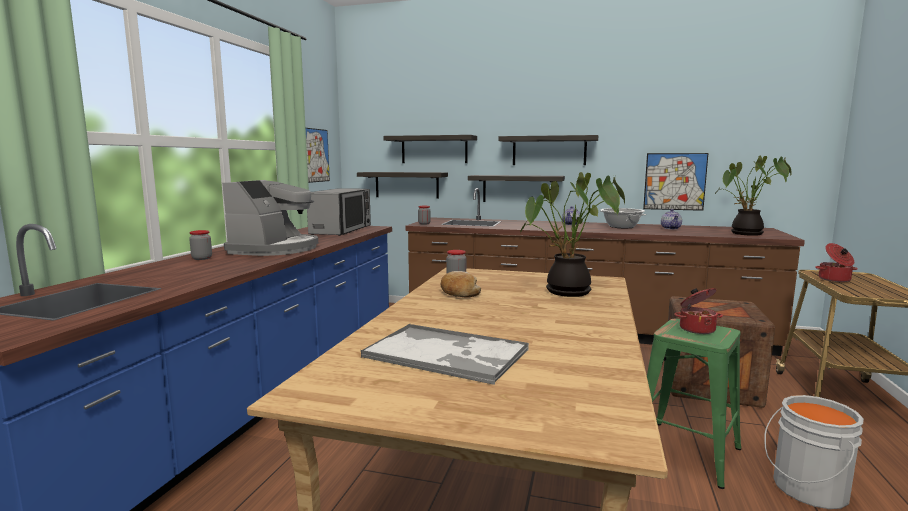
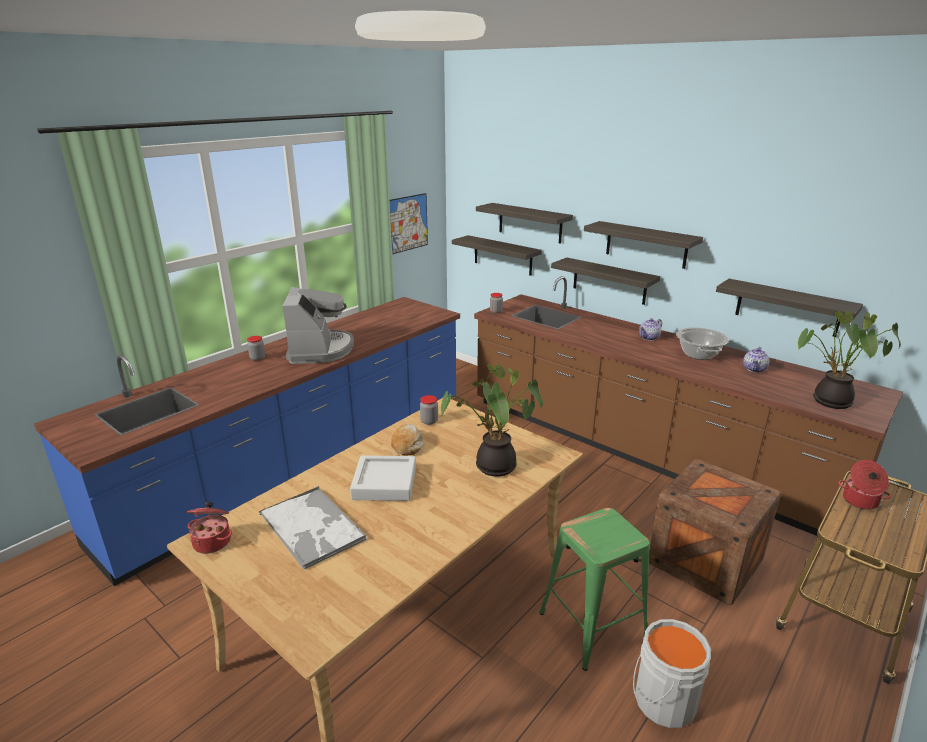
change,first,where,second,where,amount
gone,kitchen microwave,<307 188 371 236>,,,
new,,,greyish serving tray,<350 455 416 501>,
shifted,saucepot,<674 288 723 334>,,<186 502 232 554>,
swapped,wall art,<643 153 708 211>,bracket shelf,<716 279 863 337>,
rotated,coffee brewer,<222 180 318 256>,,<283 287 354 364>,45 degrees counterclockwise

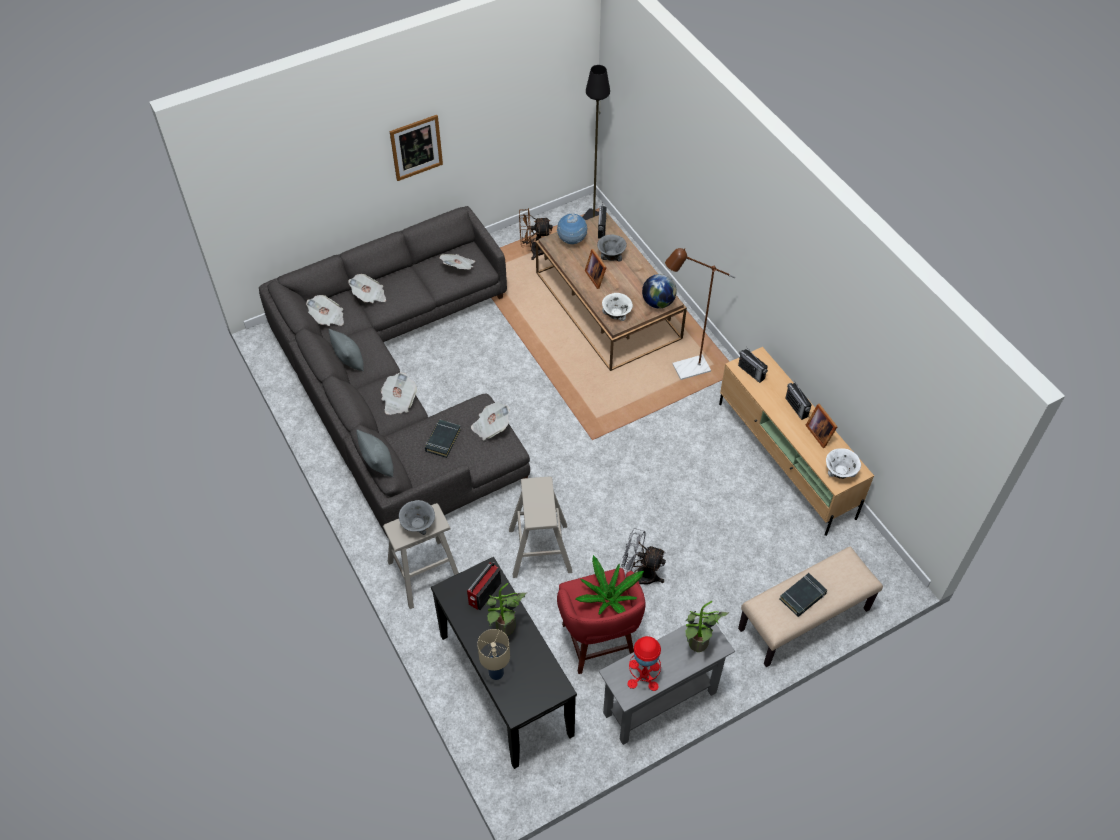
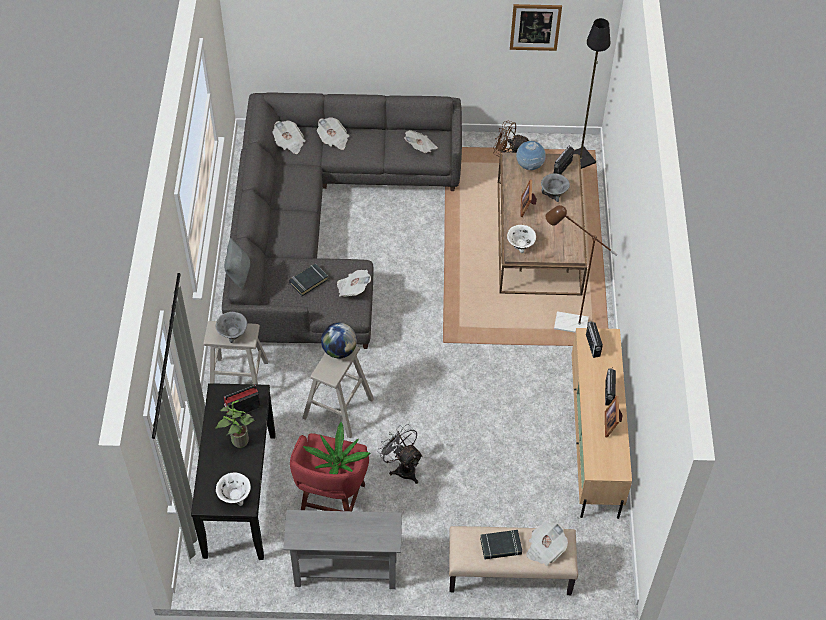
change,first,where,second,where,amount
gone,greyish cushion,<329 329 364 371>,,,
gone,beige table lamp,<477 629 510 680>,,,
gone,red-coloured table lamp,<628 636 661 691>,,,
gone,houseplant,<686 601 729 652>,,,
shifted,daily paper,<381 373 417 415>,,<526 522 568 566>,
shifted,wall art,<390 115 443 181>,,<510 4 562 51>,
shifted,world globe,<642 274 677 308>,,<321 323 357 358>,
shifted,white-coloured serving bowl,<826 448 861 479>,,<216 472 251 506>,

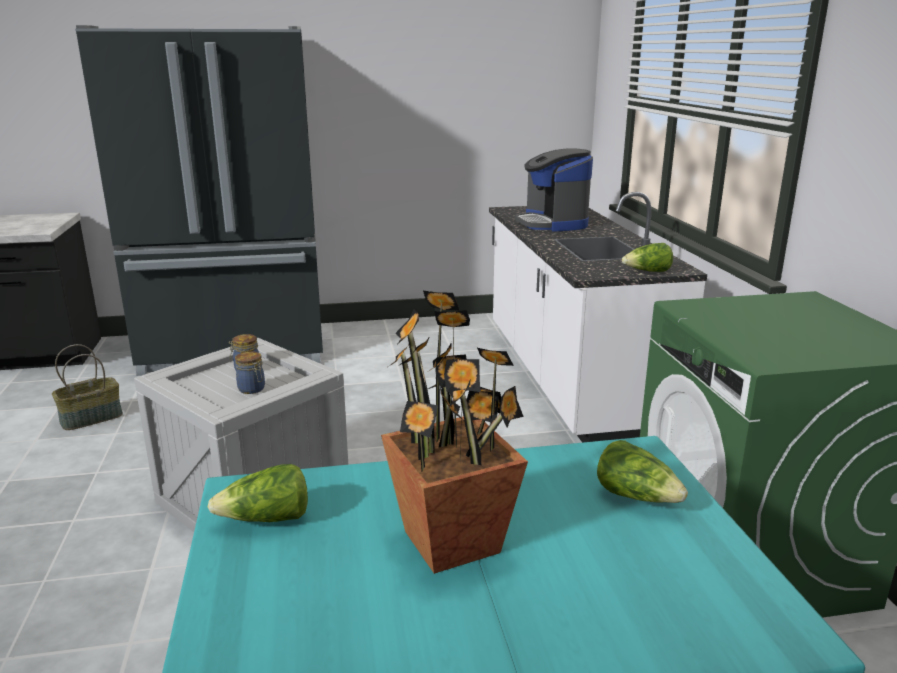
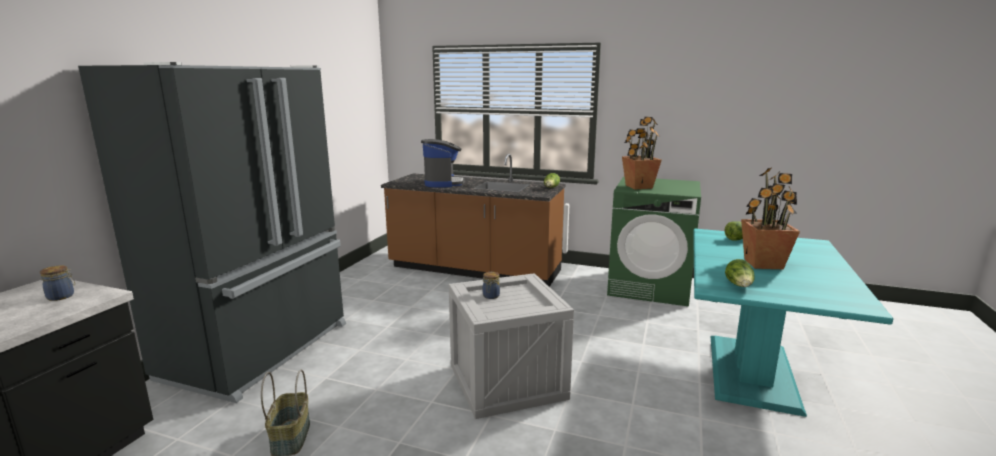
change,first,where,second,where,amount
new,,,houseplant,<622 117 662 189>,
shifted,storage jar,<235 351 265 394>,,<40 265 75 301>,
repainted,white-coloured kitchen base unit,<489 192 707 443>,brown-coloured kitchen base unit,<381 154 565 287>,
rotated,coffee brewer,<515 148 593 232>,,<421 139 465 187>,105 degrees counterclockwise

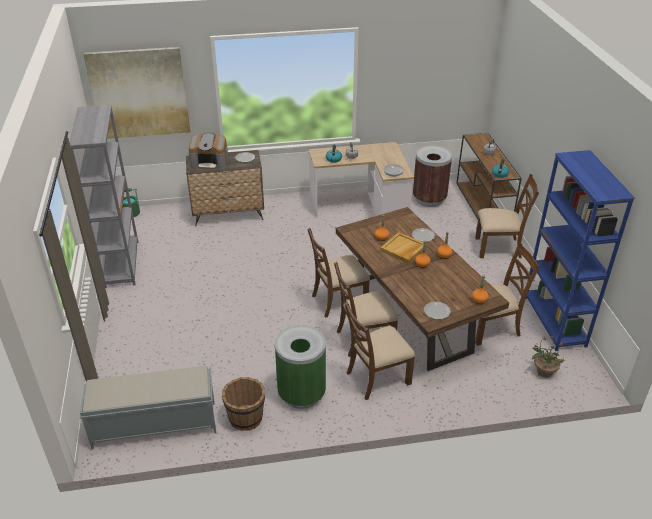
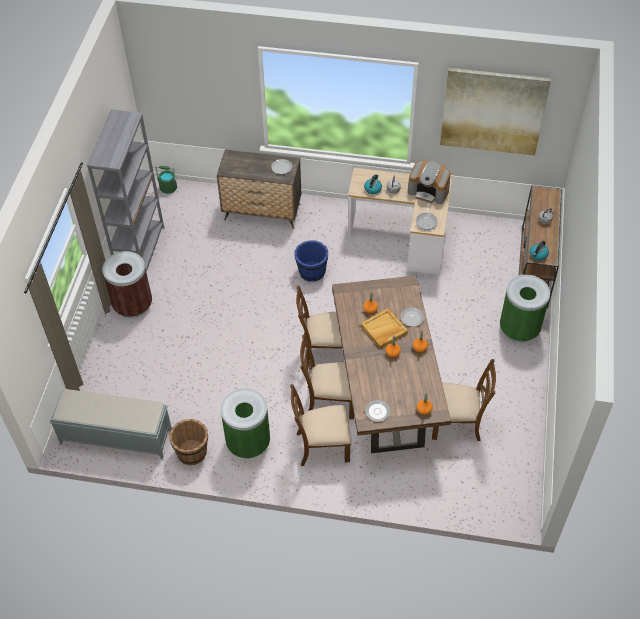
change,first,where,second,where,amount
gone,blue-coloured bookcase,<526 150 635 351>,,,
gone,houseplant,<532 336 565 377>,,,
new,,,blue-coloured bucket,<294 241 328 282>,
shifted,wall art,<83 47 190 139>,,<440 68 551 156>,
shifted,coffee brewer,<189 133 229 170>,,<408 160 450 204>,
shifted,brown-coloured waste bin,<413 146 452 207>,,<102 251 152 318>,
swapped,brown-coloured plain chair,<475 174 539 258>,green-coloured waste bin,<500 275 550 342>,

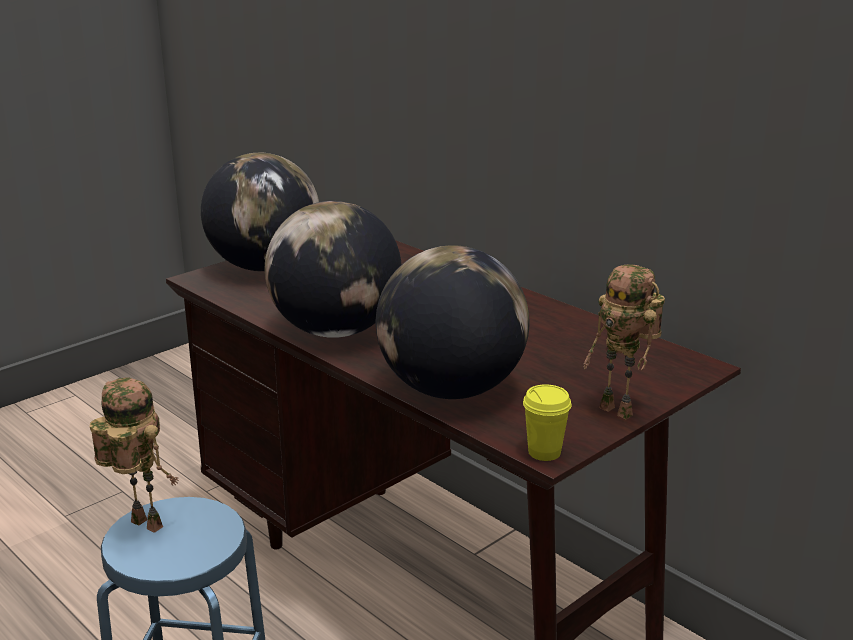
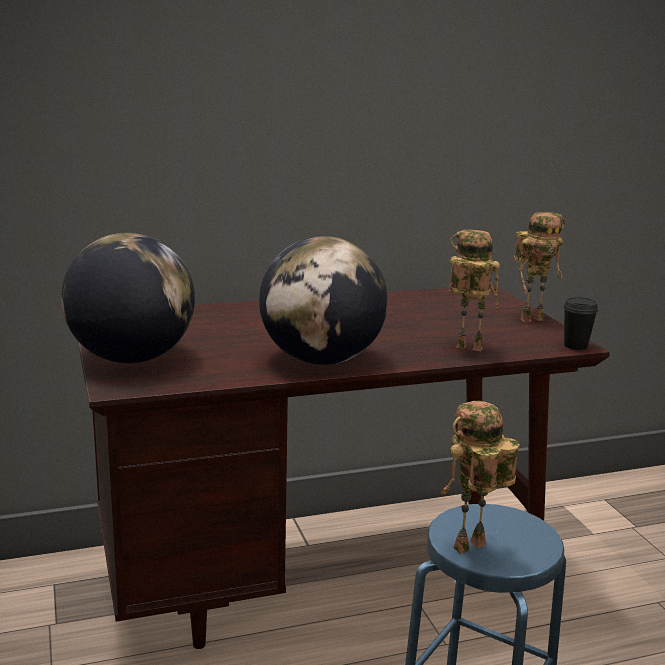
change,first,where,second,where,amount
swapped,world globe,<376 245 530 399>,robot figure,<449 230 500 351>,
repainted,yellowish drinking cup,<523 385 572 461>,blackish drinking cup,<563 297 598 350>,

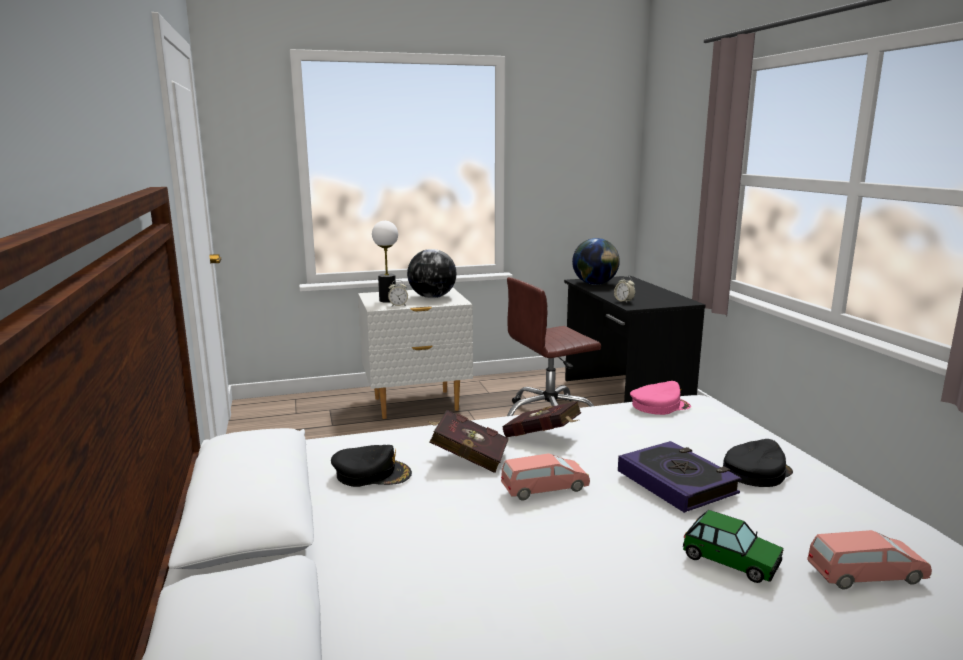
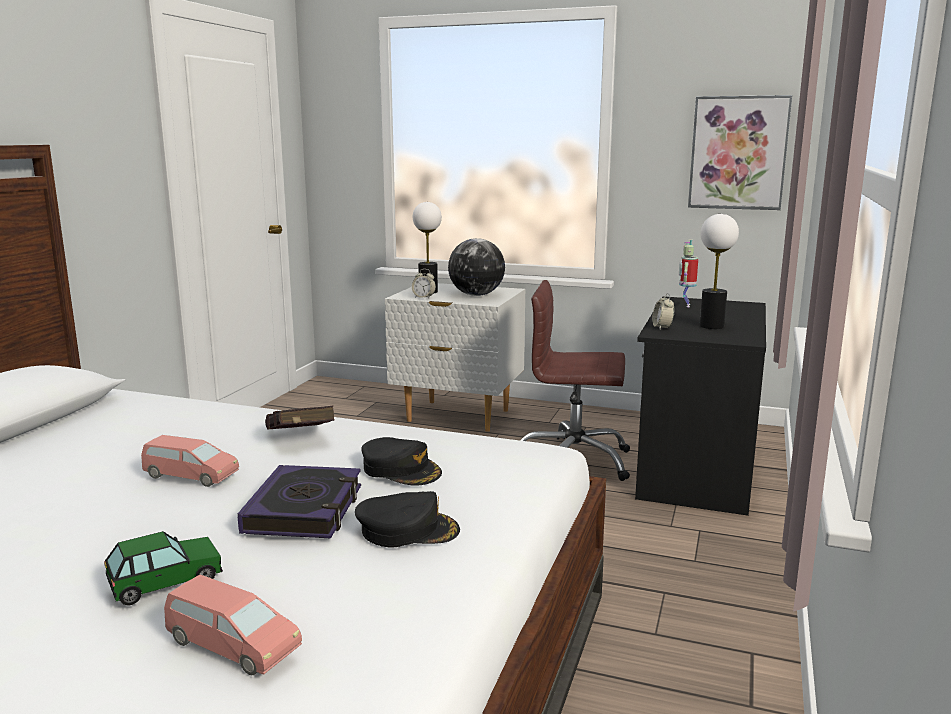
change,first,where,second,where,amount
gone,red-coloured volume,<428 410 509 473>,,,
gone,pink peaked cap,<630 381 691 415>,,,
new,,,wall art,<688 95 792 210>,
new,,,table lamp,<700 214 739 329>,
shifted,blackish peaked cap,<331 445 412 487>,,<361 437 442 486>,
swapped,world globe,<572 238 620 285>,robot figure,<679 239 698 307>,
rotated,toy car,<683 510 783 583>,,<104 531 223 605>,105 degrees counterclockwise

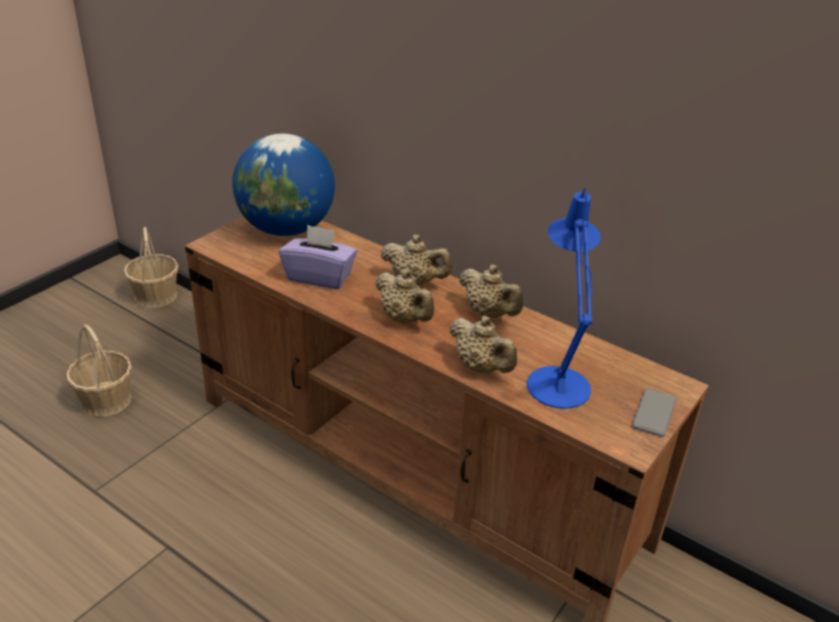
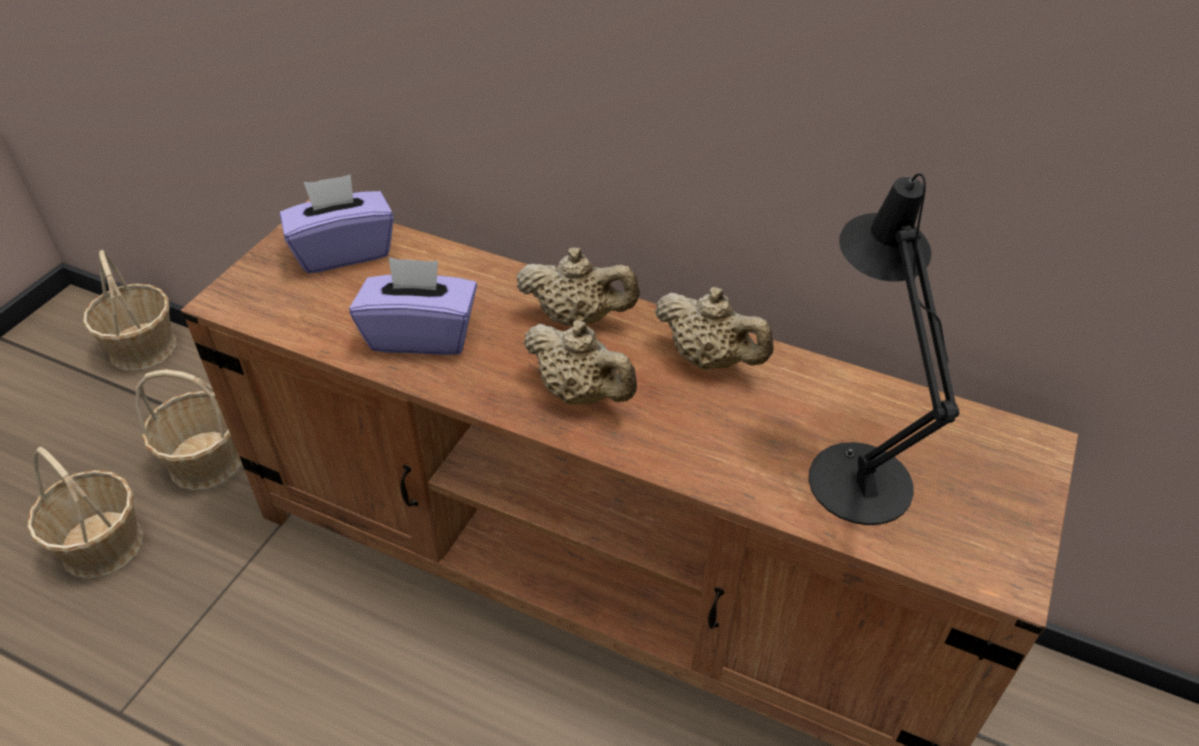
change,first,where,second,where,amount
gone,beige teapot,<449 316 517 373>,,,
gone,handset,<632 388 676 437>,,,
new,,,basket,<136 369 242 491>,
swapped,world globe,<232 134 335 236>,purple box of tissues,<280 175 394 273>,
repainted,blue-coloured table lamp,<527 188 601 409>,blackish table lamp,<809 173 959 525>,

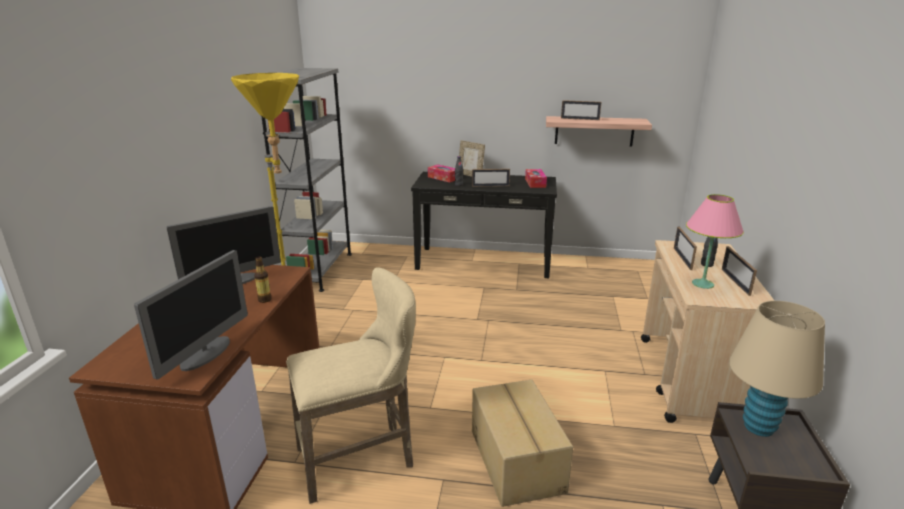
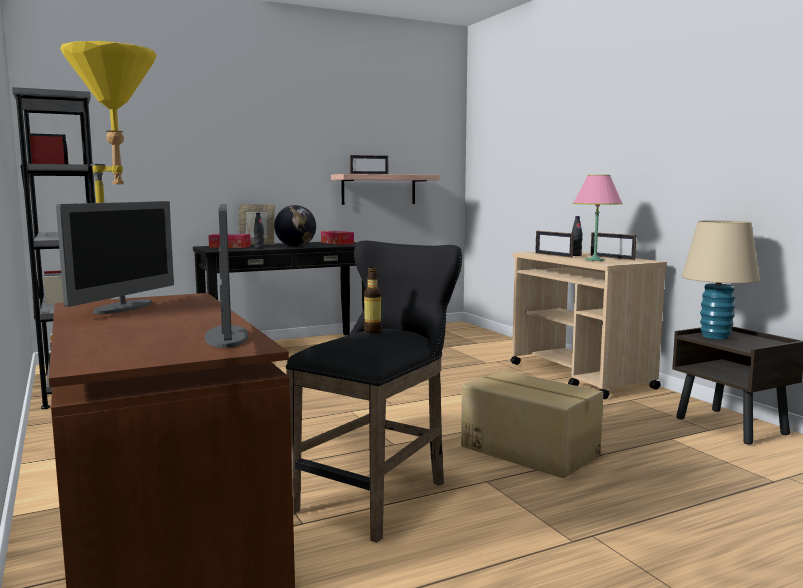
change,first,where,second,where,amount
shifted,bottle,<254 256 272 303>,,<364 267 382 333>,
swapped,photo frame,<472 169 510 187>,world globe,<274 205 316 247>,
repainted,beige stool,<286 267 416 504>,blackish stool,<286 241 462 543>,

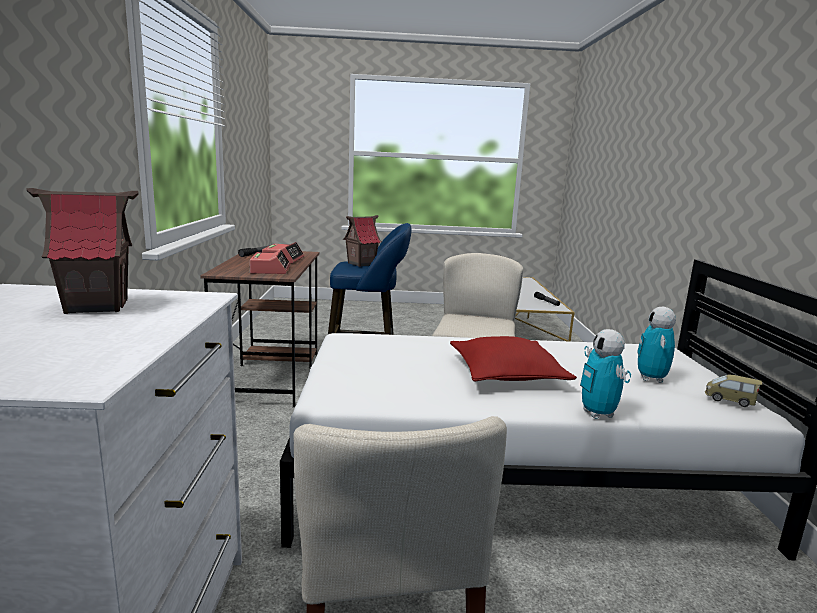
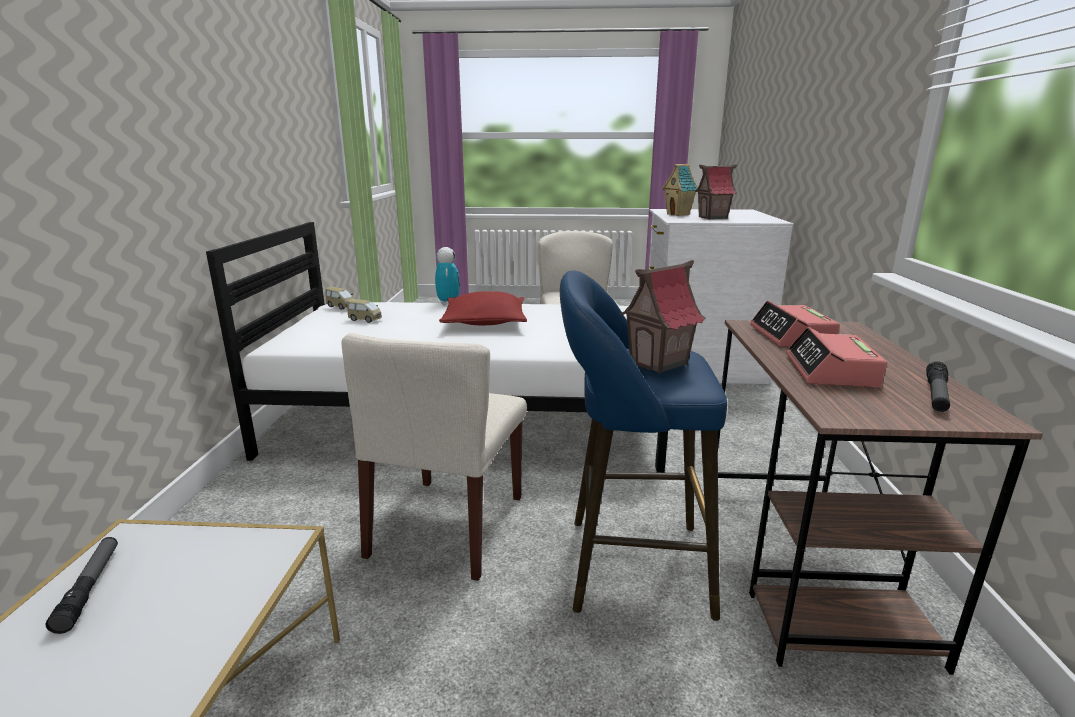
change,first,where,second,where,amount
new,,,toy house,<662 164 698 216>,
swapped,robot figure,<637 307 676 383>,toy car,<347 299 382 323>,

